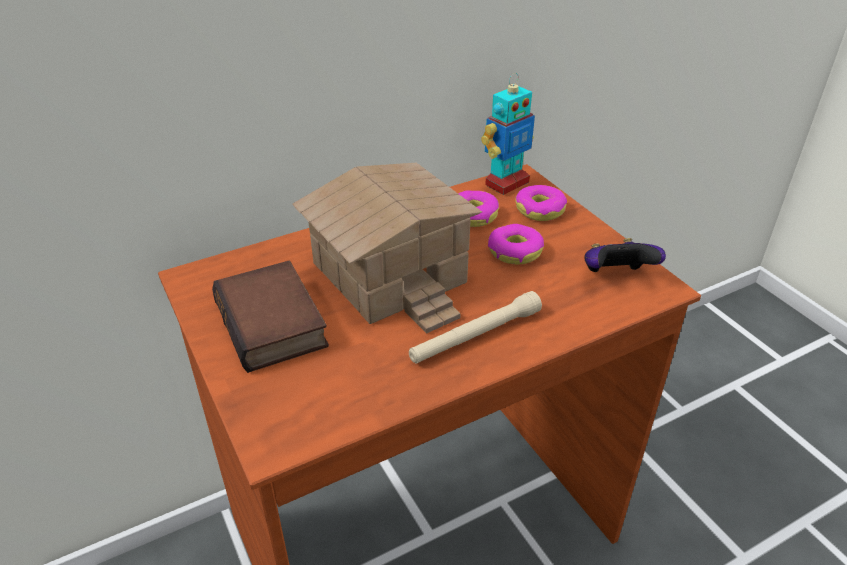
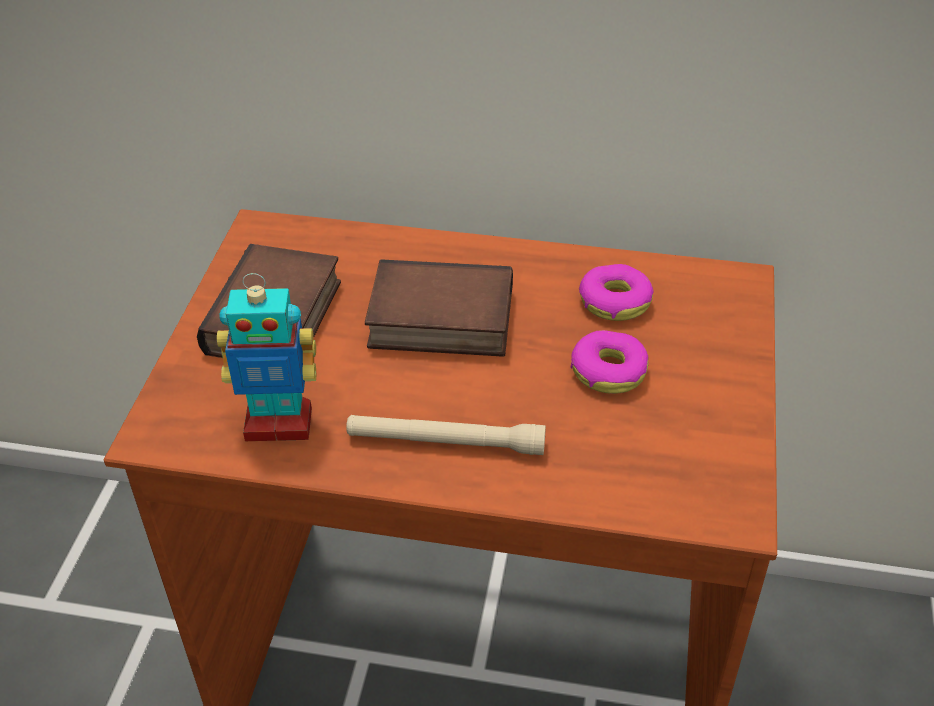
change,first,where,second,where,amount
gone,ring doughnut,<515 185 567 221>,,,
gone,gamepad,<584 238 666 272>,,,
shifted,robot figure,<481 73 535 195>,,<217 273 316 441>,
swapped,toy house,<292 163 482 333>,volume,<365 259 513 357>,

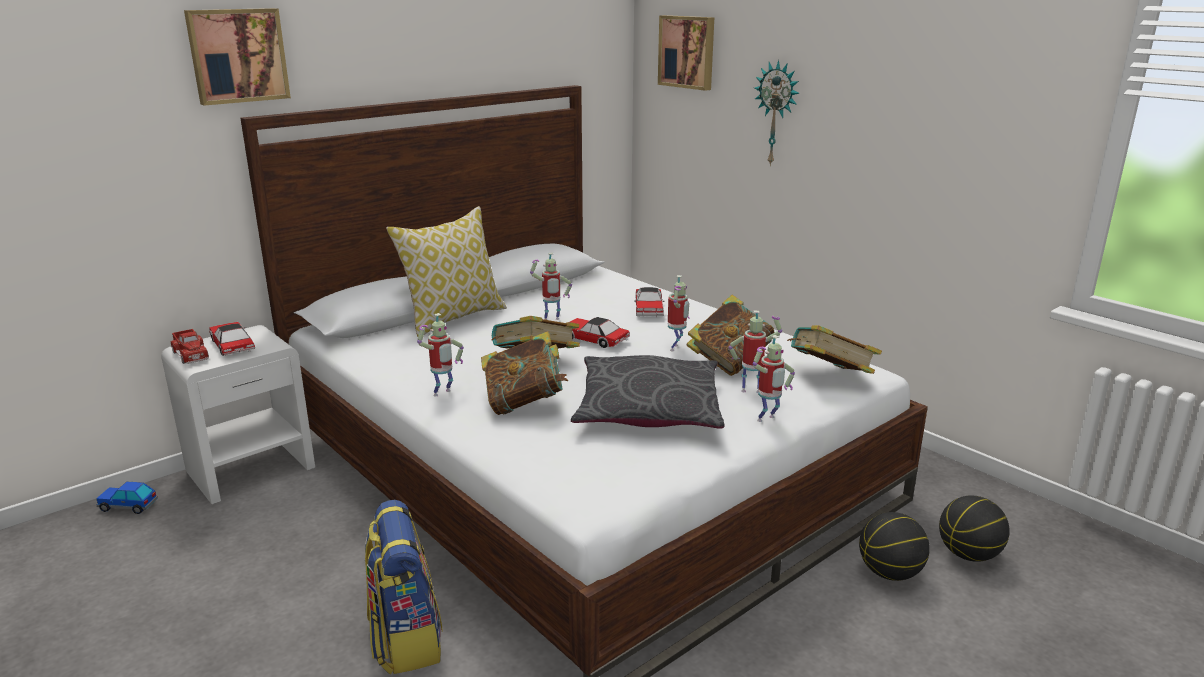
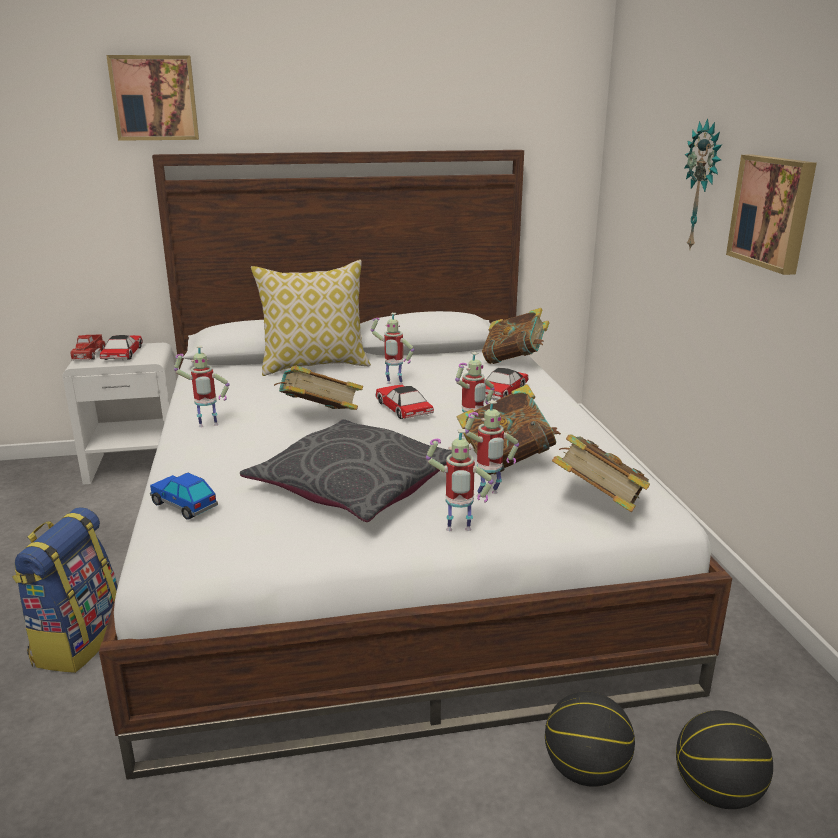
change,first,where,second,where,amount
shifted,toy car,<96 482 158 514>,,<150 473 218 520>,
shifted,volume,<481 331 568 415>,,<482 308 549 364>,
shifted,wall art,<658 15 714 91>,,<726 155 817 275>,
rotated,robot figure,<729 311 782 393>,,<465 400 519 497>,120 degrees clockwise

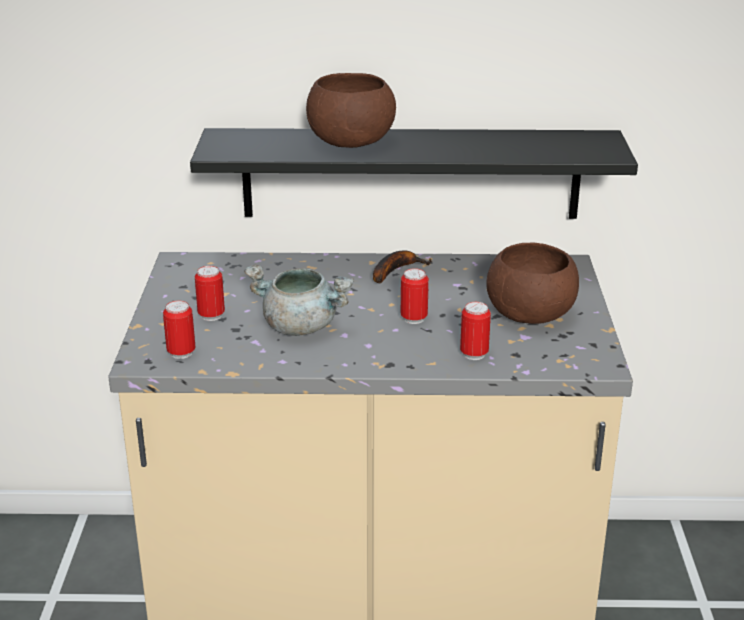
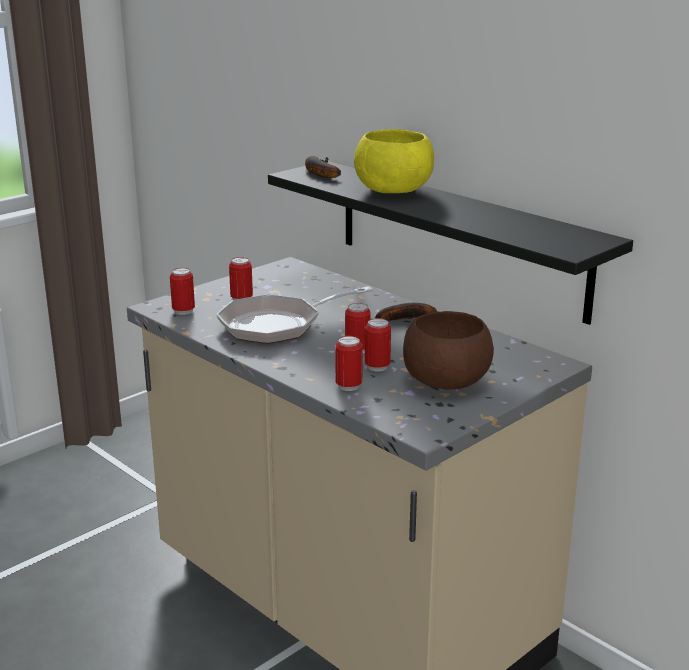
change,first,where,second,where,amount
new,,,banana,<305 156 341 178>,
new,,,can,<365 318 391 371>,
swapped,greyish saucepot,<244 264 354 336>,pan,<216 286 373 344>,
repainted,brown-coloured serving bowl,<306 73 396 148>,yellowish serving bowl,<354 129 434 193>,

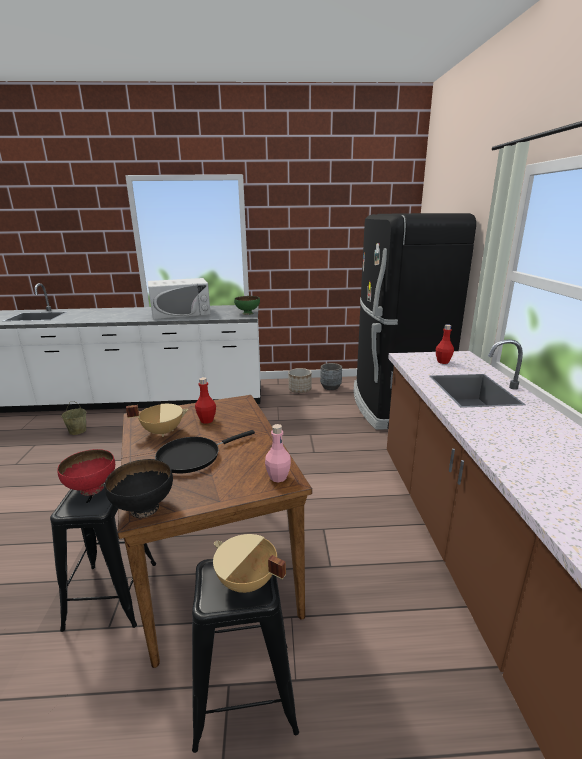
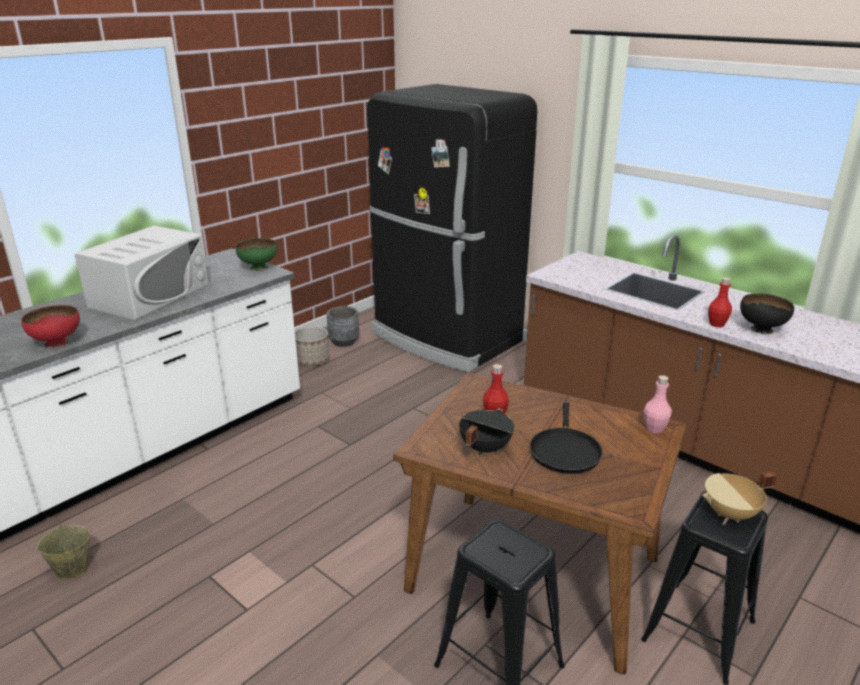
change,first,where,second,where,amount
shifted,red-coloured serving bowl,<57 449 115 496>,,<21 305 80 348>,
shifted,blackish serving bowl,<105 459 173 518>,,<740 293 794 334>,
shifted,red-coloured bottle,<436 324 454 364>,,<708 277 732 327>,
repainted,beige saucepot,<126 404 189 437>,blackish saucepot,<459 408 514 455>,

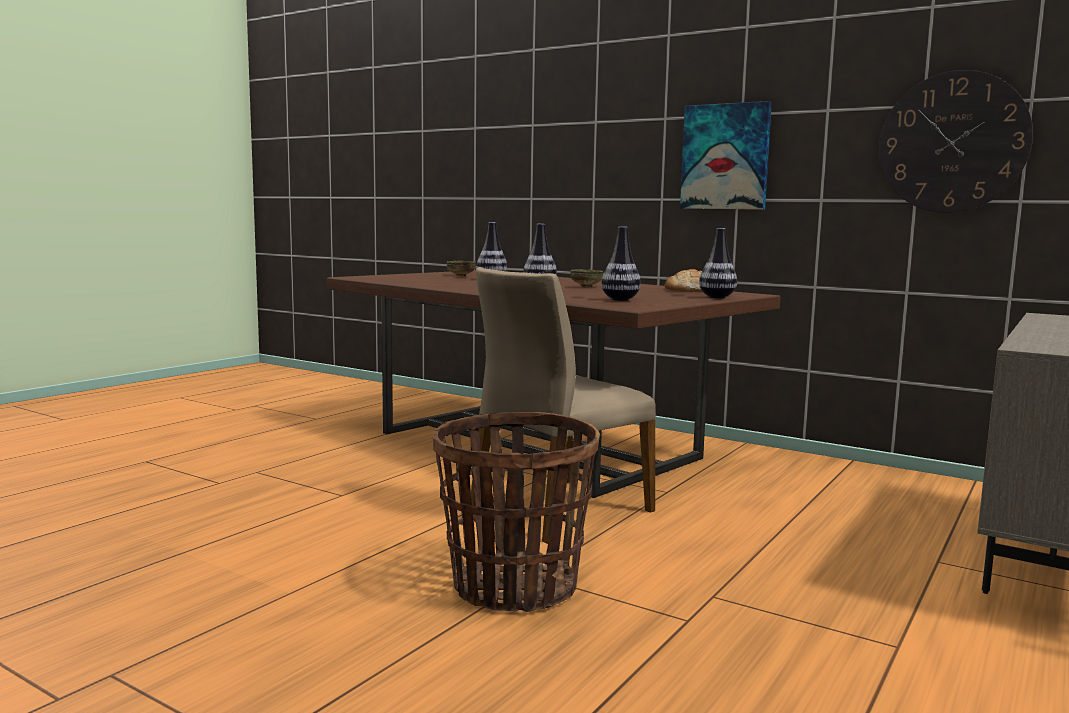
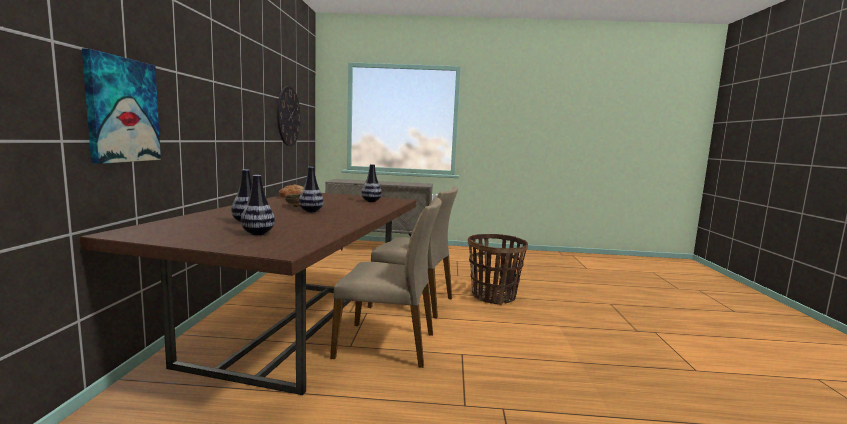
change,first,where,second,where,amount
gone,serving bowl,<447 261 476 276>,,,
new,,,beige plain chair,<330 197 442 368>,
shifted,wall art,<680 101 772 210>,,<82 48 161 164>,
shifted,decorative vase,<699 228 737 298>,,<241 175 275 235>,

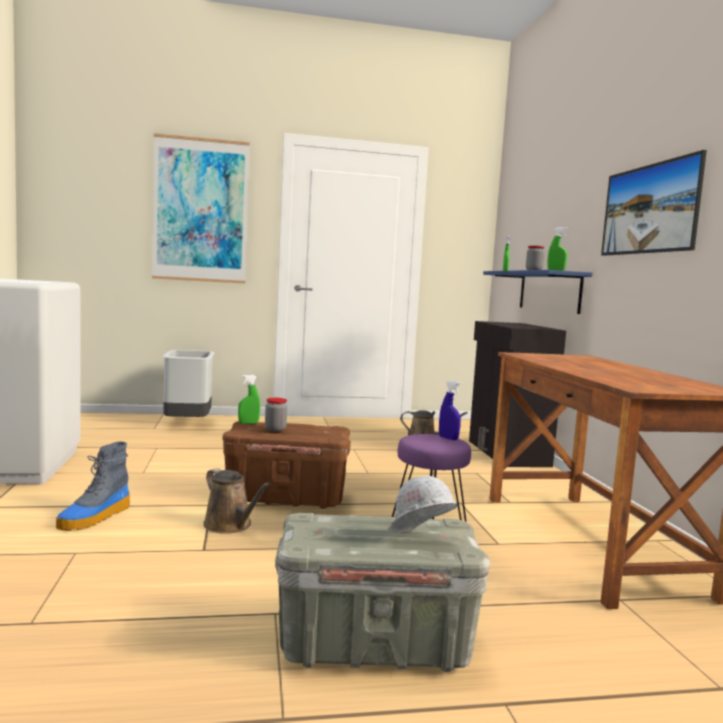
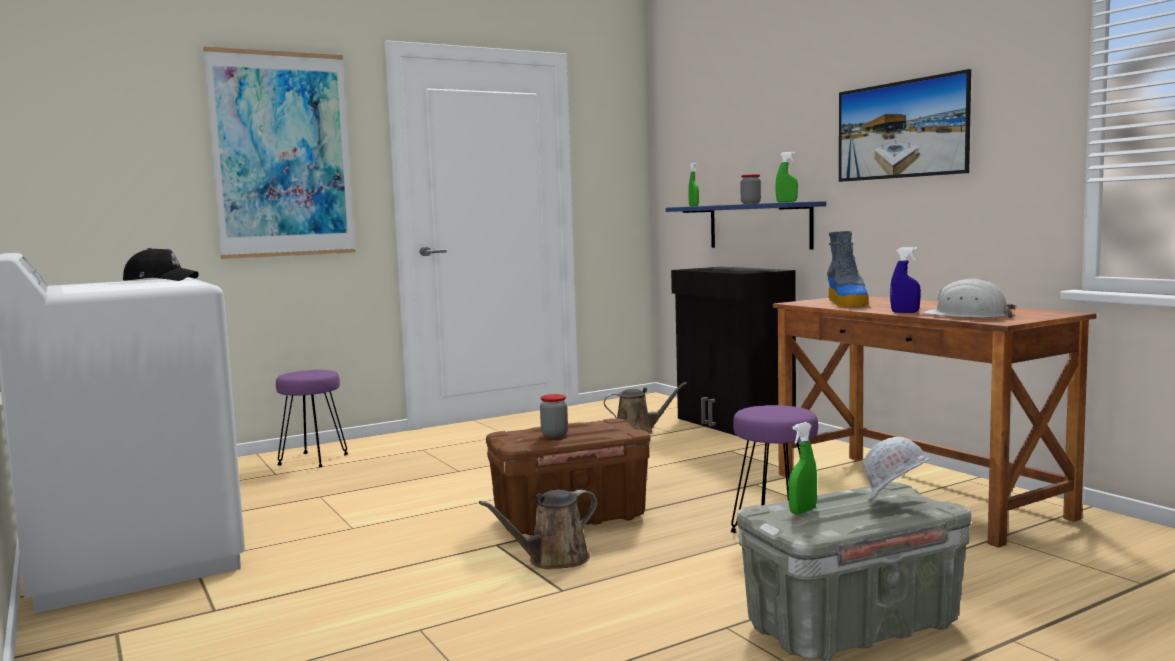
change,first,where,second,where,amount
new,,,blackish peaked cap,<123 248 199 281>,
new,,,white-coloured hard hat,<923 279 1016 318>,
shifted,boot,<56 441 130 531>,,<827 231 869 307>,
shifted,green-coloured sprayer,<238 375 260 424>,,<788 422 817 514>,
shifted,blue-coloured sprayer,<439 380 461 440>,,<890 247 921 313>,
swapped,greyish waste bin,<162 350 214 417>,purple stool,<276 370 348 468>,
rotated,brown-coloured watering pot,<203 468 271 534>,,<479 490 597 569>,120 degrees clockwise

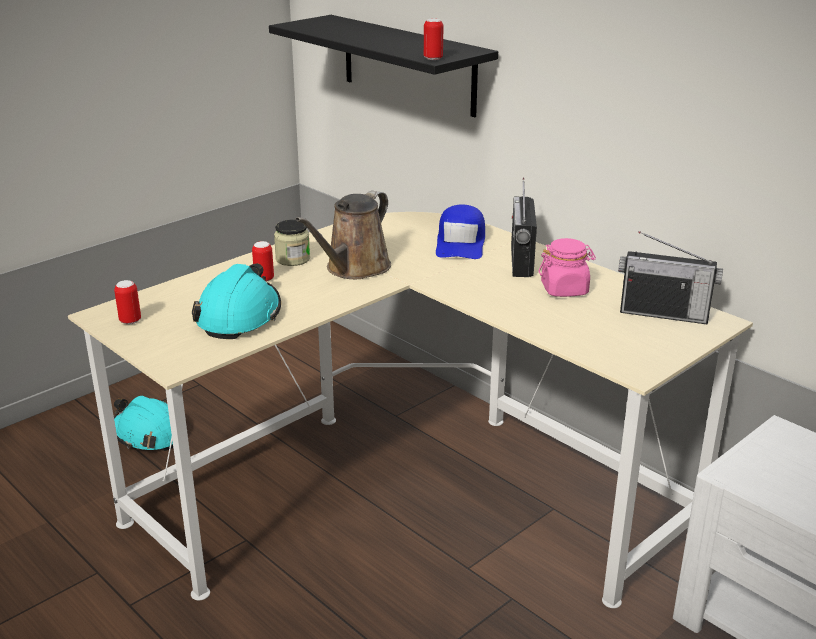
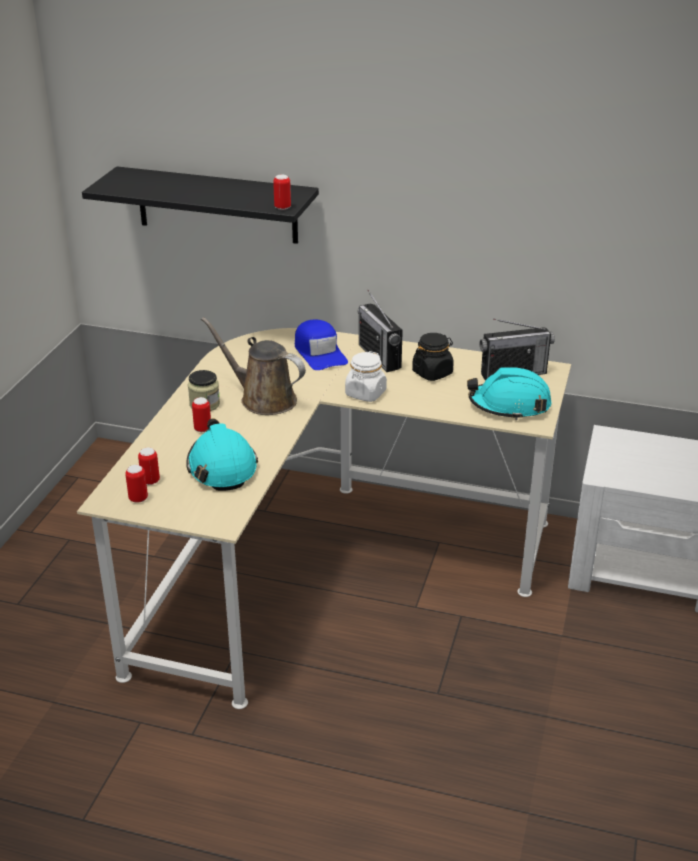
change,first,where,second,where,amount
new,,,can,<138 448 160 485>,
new,,,white-coloured storage jar,<345 351 387 402>,
shifted,turquoise-coloured hard hat,<114 396 173 451>,,<467 367 552 420>,
repainted,pink storage jar,<539 238 596 297>,blackish storage jar,<412 333 454 381>,
rotated,brown-coloured watering pot,<296 191 391 279>,,<201 317 306 415>,120 degrees clockwise

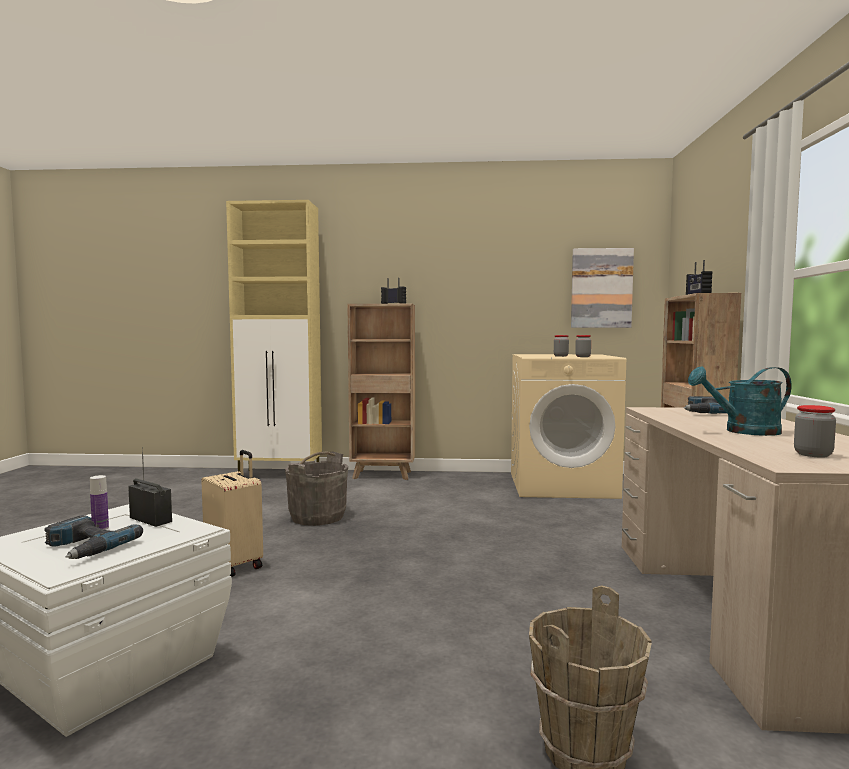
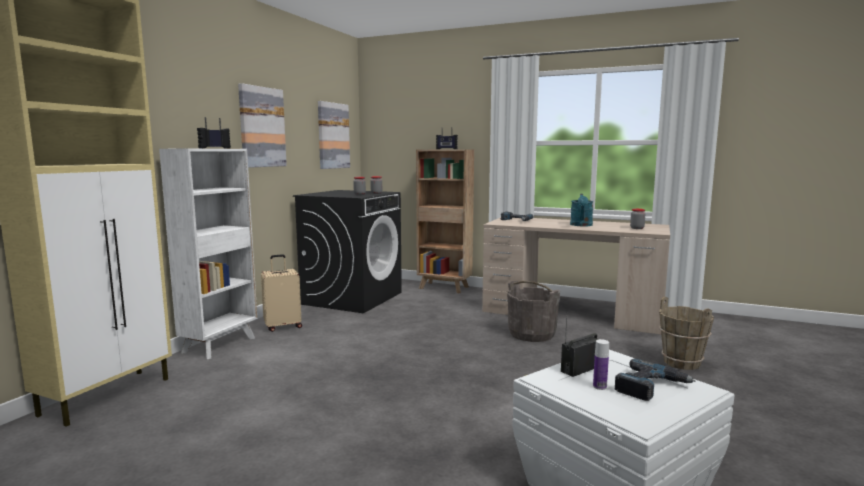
change,first,where,second,where,amount
new,,,wall art,<238 83 287 168>,
shifted,beige piece of luggage,<201 450 263 577>,,<261 254 302 332>,
shifted,greyish bucket,<285 451 348 526>,,<507 281 560 342>,
repainted,brown-coloured bookcase,<347 304 415 480>,white-coloured bookcase,<159 149 257 359>,
repainted,beige washing machine,<511 354 626 499>,blackish washing machine,<293 190 402 313>,

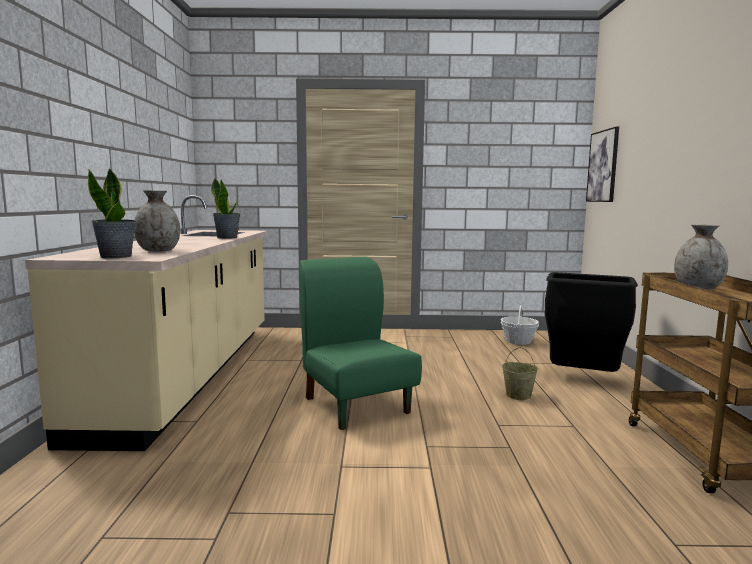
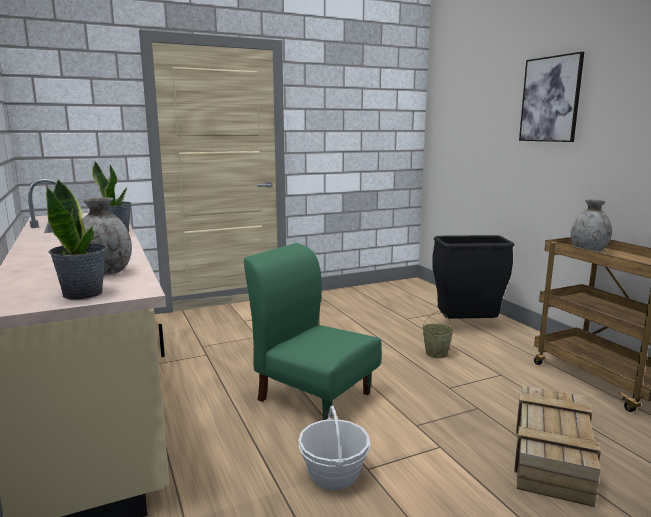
change,first,where,second,where,amount
new,,,crate,<514 386 601 507>,
shifted,basket,<501 305 539 345>,,<298 406 370 490>,
shifted,wall art,<586 127 619 202>,,<519 52 584 142>,

